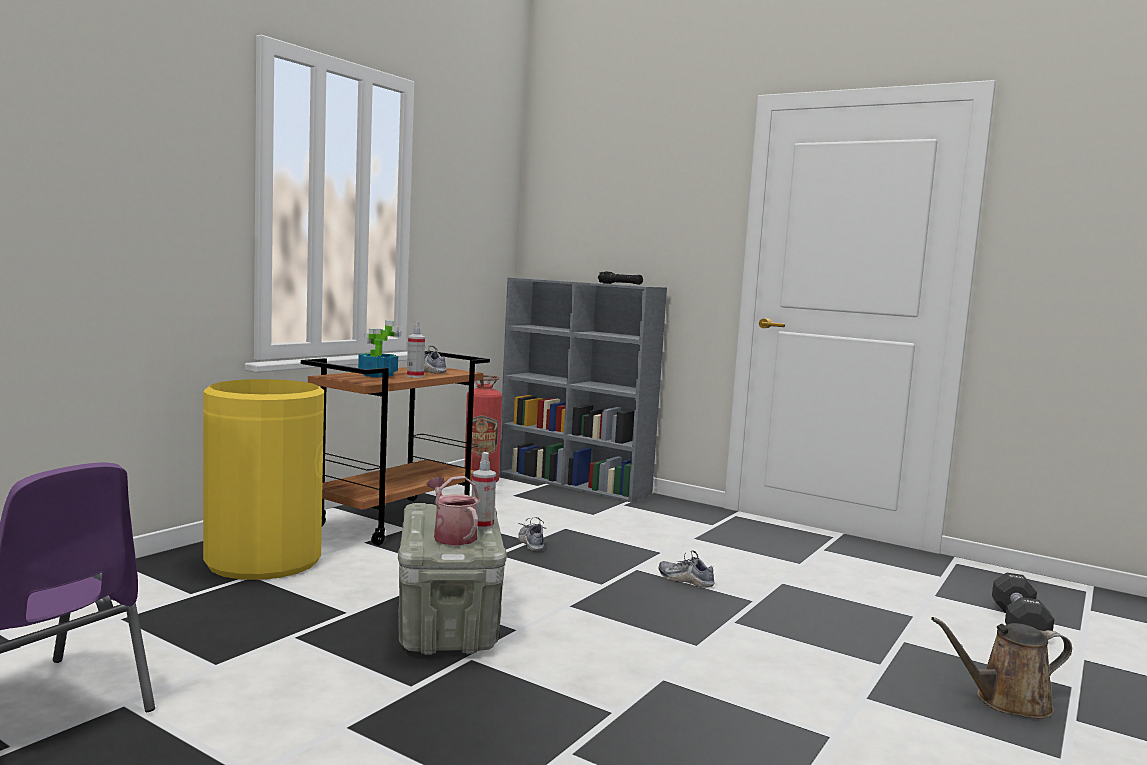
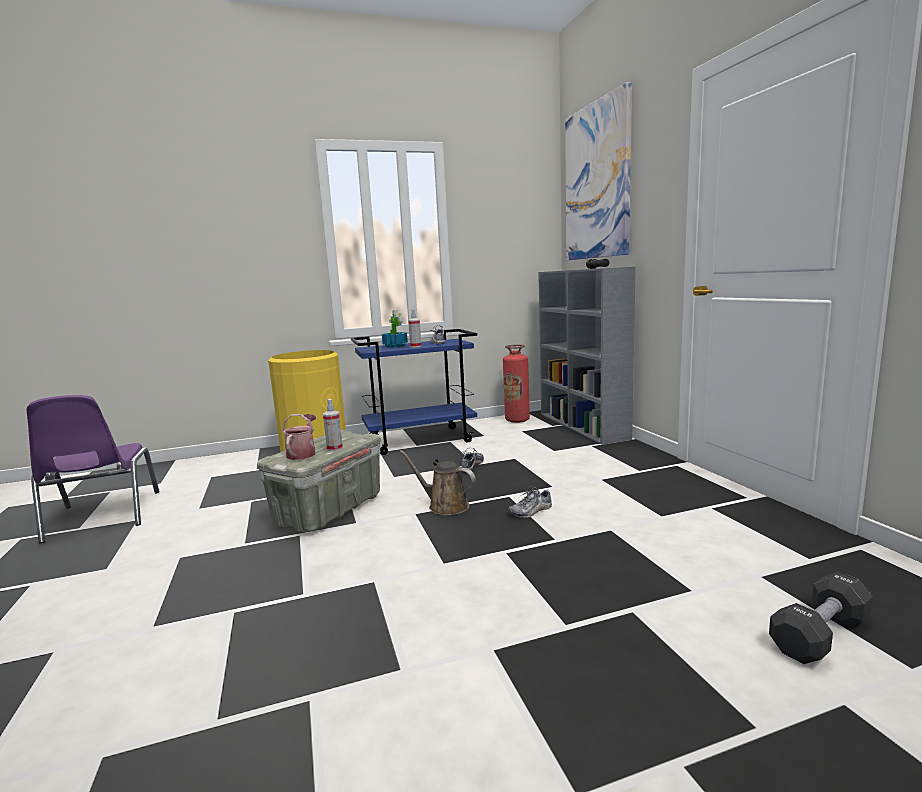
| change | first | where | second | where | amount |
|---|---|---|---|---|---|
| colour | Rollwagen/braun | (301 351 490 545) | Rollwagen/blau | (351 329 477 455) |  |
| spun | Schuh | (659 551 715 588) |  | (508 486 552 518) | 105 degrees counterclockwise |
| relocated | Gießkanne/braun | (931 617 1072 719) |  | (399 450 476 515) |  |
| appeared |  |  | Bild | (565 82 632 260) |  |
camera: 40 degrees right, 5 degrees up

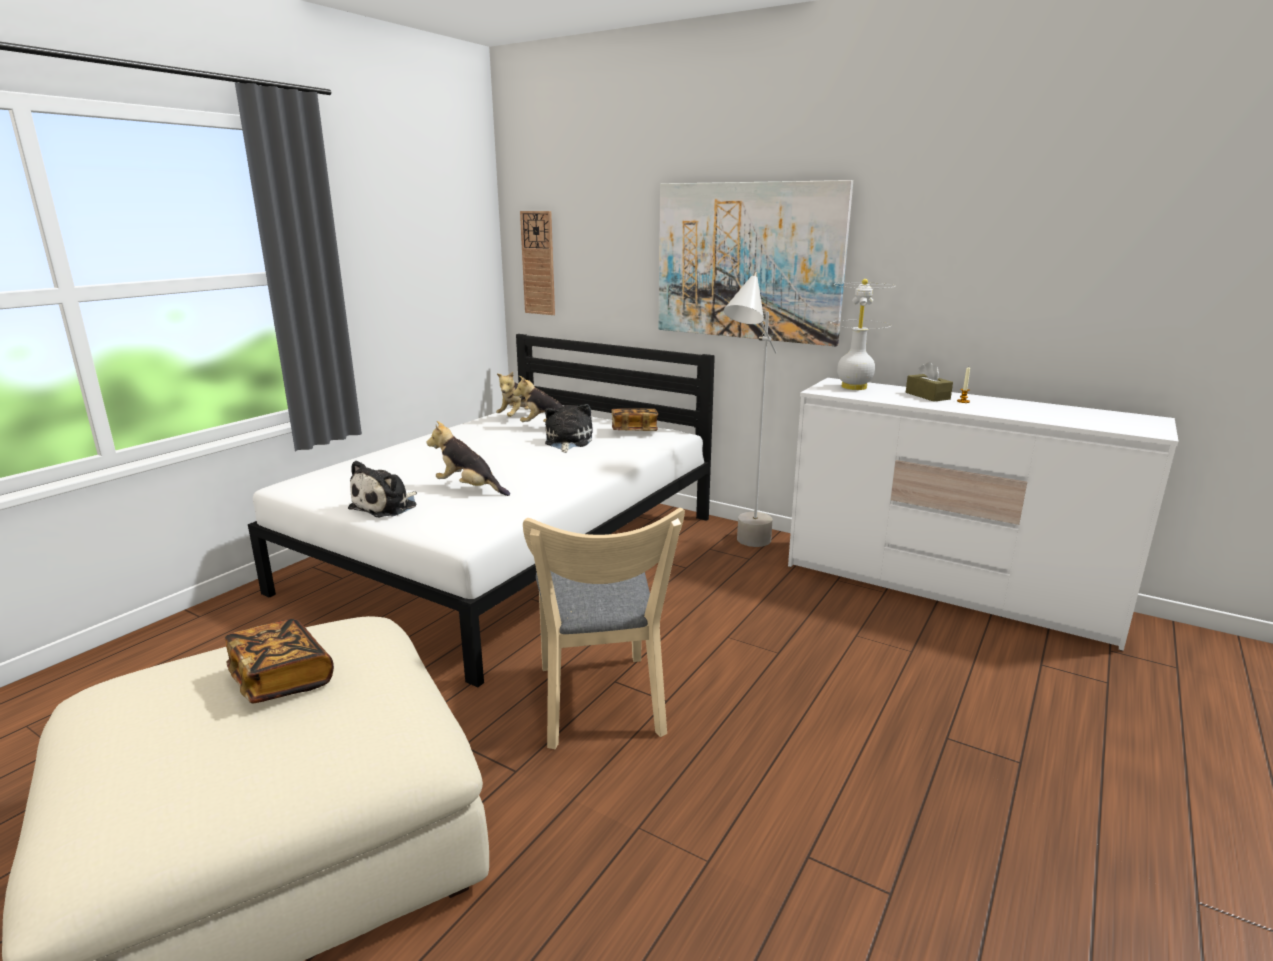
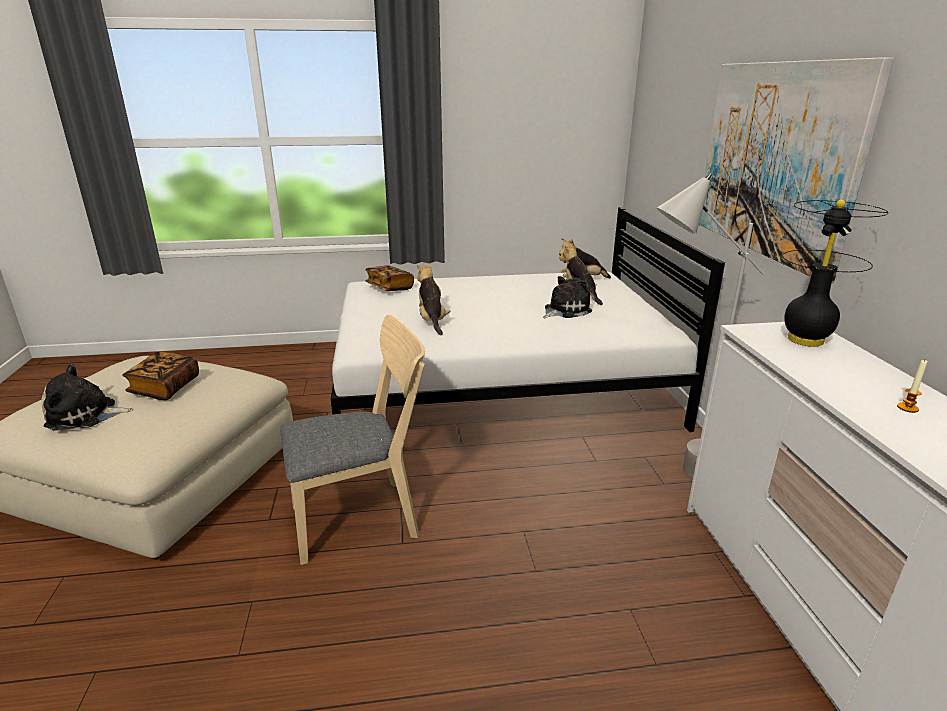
| change | first | where | second | where | amount |
|---|---|---|---|---|---|
| relocated | Plüschtier | (348 460 417 517) |  | (41 364 134 431) |  |
| missing | Wanduhr | (520 211 555 315) |  |  |  |
| spun | Stuhl/beige | (523 508 685 749) |  | (280 315 425 565) | 150 degrees counterclockwise |
| relocated | Buch | (611 408 658 431) |  | (365 265 414 291) |  |
| colour | Tischlampe/weiß | (830 279 896 390) | Tischlampe/schwarz | (782 200 888 347) |  |
| missing | Taschentuchbox/braun | (906 362 953 402) |  |  |  |
camera: 50 degrees right, 5 degrees up

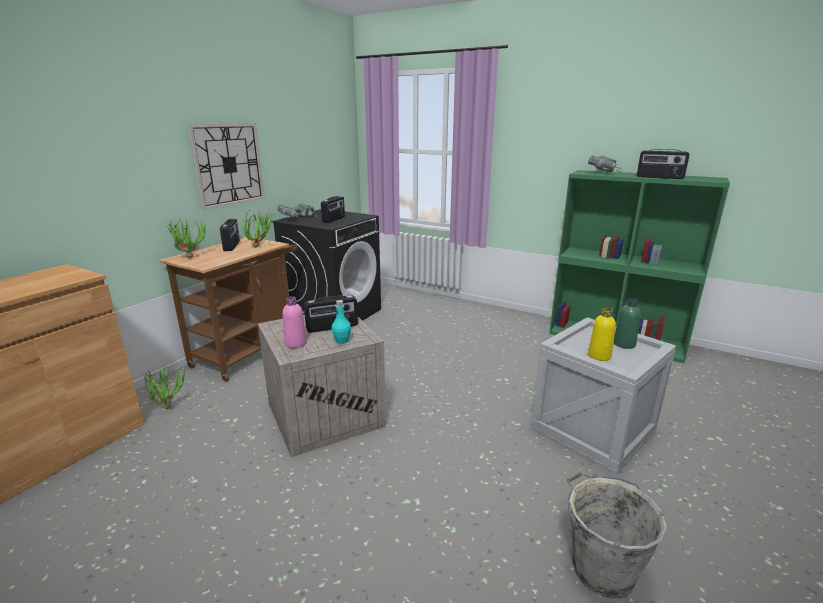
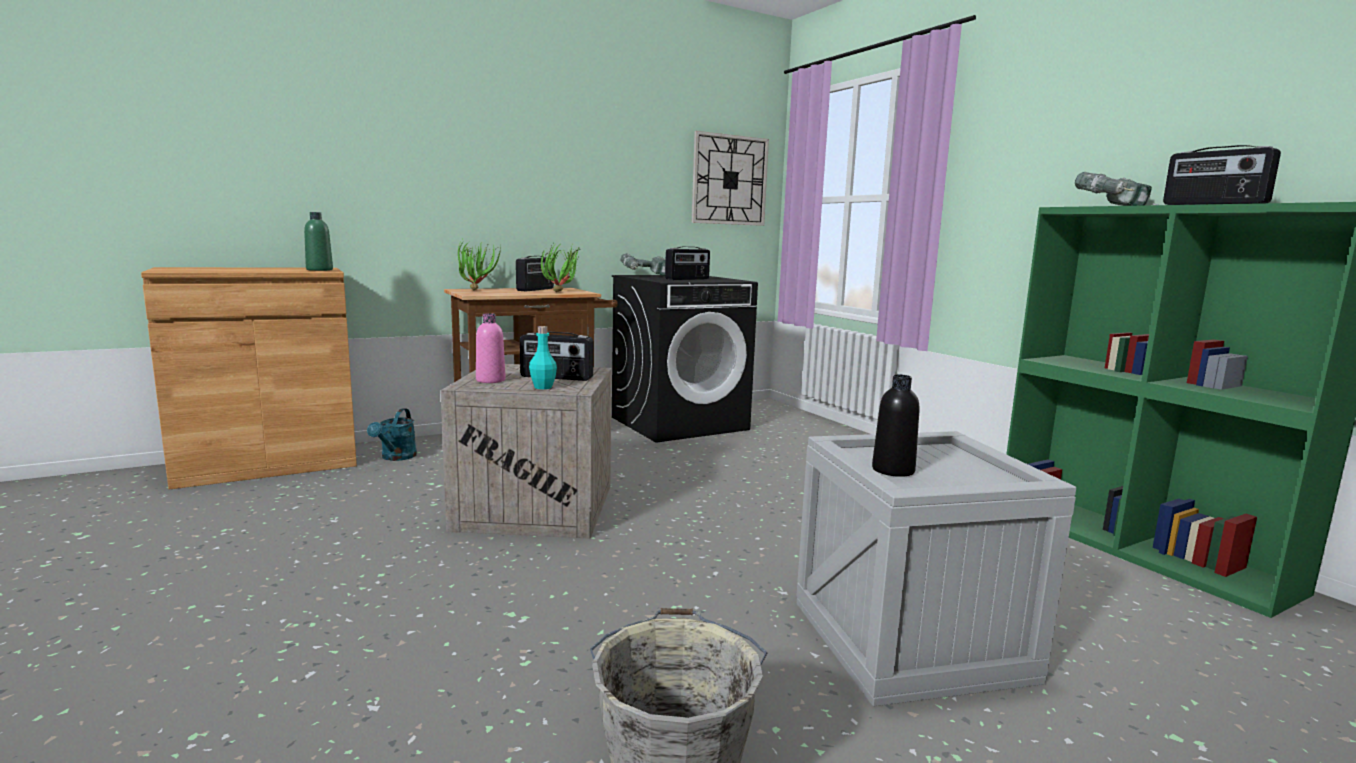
| change | first | where | second | where | amount |
|---|---|---|---|---|---|
| exchanged | Topfpflanze | (143 365 185 409) | Gießkanne/türkis | (367 408 417 461) |  |
| relocated | Wanduhr | (187 123 265 210) |  | (692 131 769 226) |  |
| colour | Flasche/gelb | (588 308 616 361) | Flasche/schwarz | (872 374 919 477) |  |
| relocated | Flasche/grün | (614 298 641 349) |  | (304 212 333 271) |  |
camera: 30 degrees right, 10 degrees down

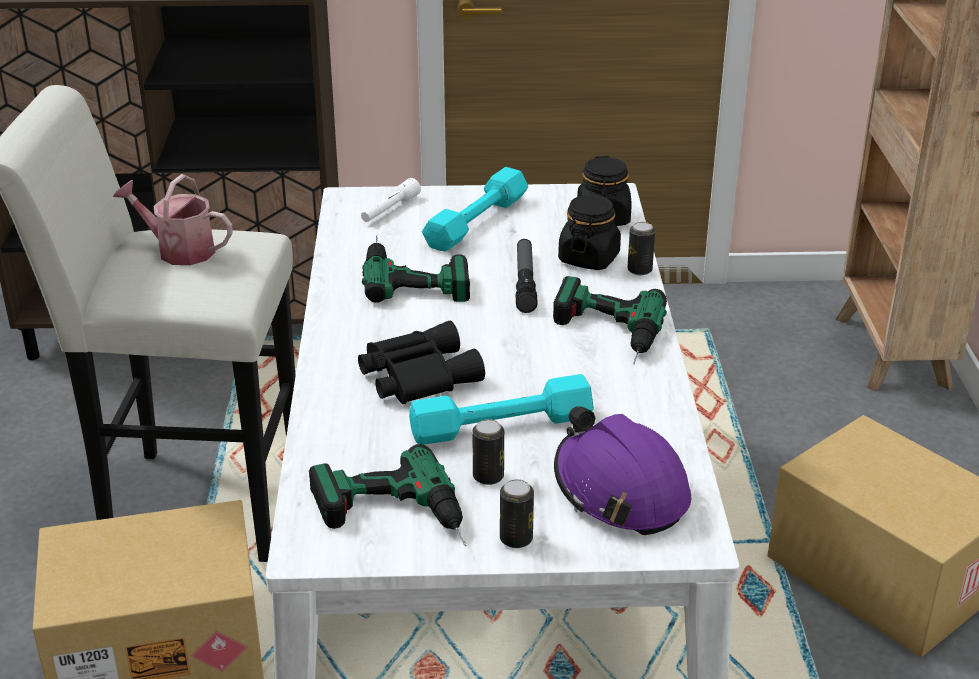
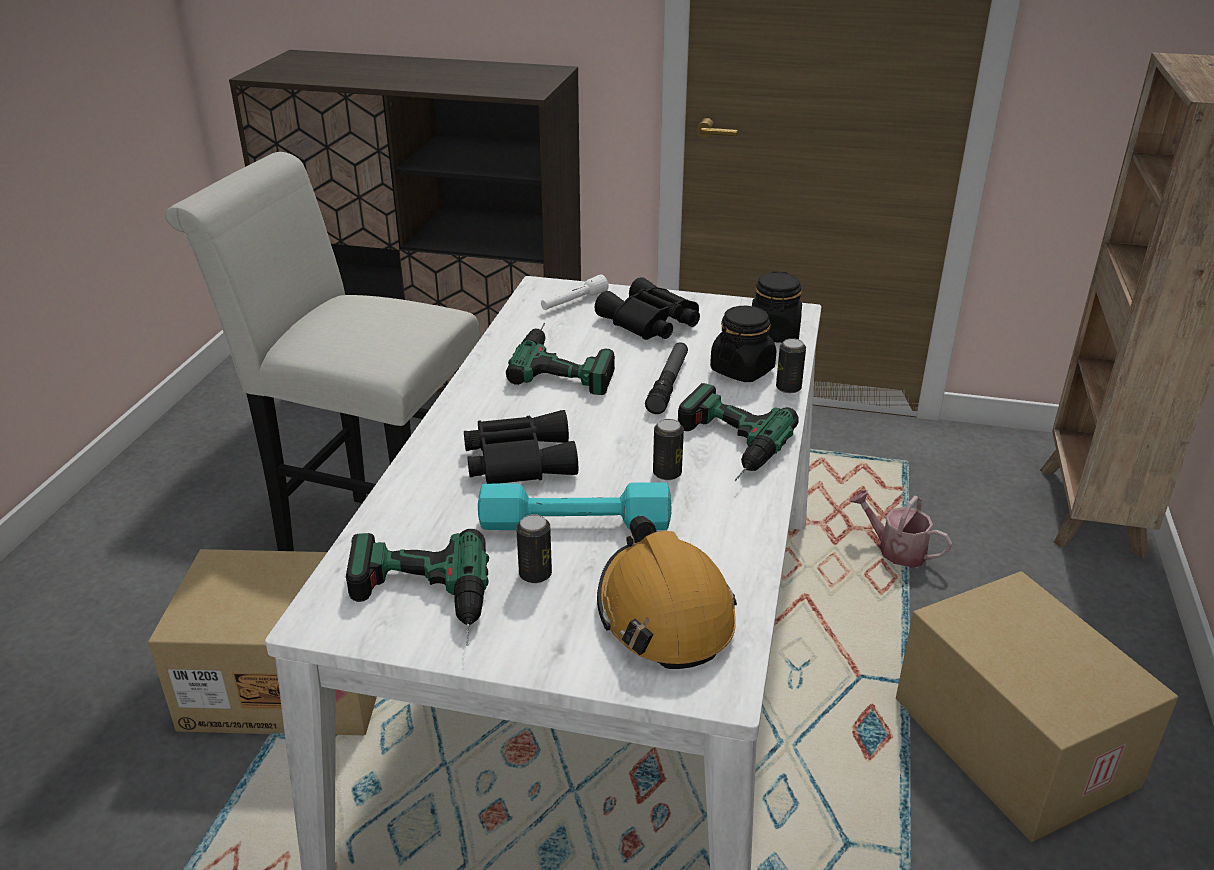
| change | first | where | second | where | amount |
|---|---|---|---|---|---|
| relocated | Gießkanne | (113 174 233 265) |  | (850 490 952 568) |  |
| exchanged | Hantel/türkis | (422 167 529 251) | Fernglas/schwarz | (594 277 700 340) |  |
| relocated | Dose | (500 479 534 548) |  | (653 419 684 480) |  |
| colour | Schutzhelm/lila | (554 406 691 535) | Schutzhelm/orange | (597 516 737 669) |  |
camera: 15 degrees right, 0 degrees up

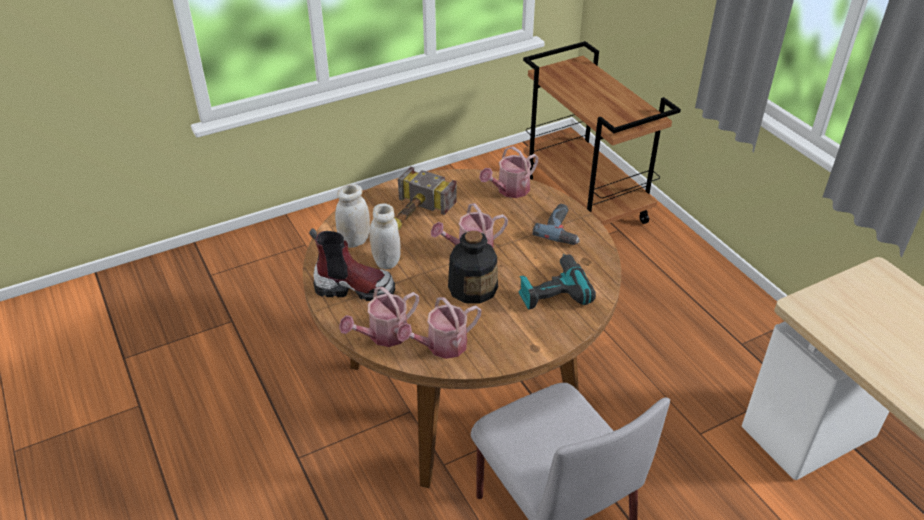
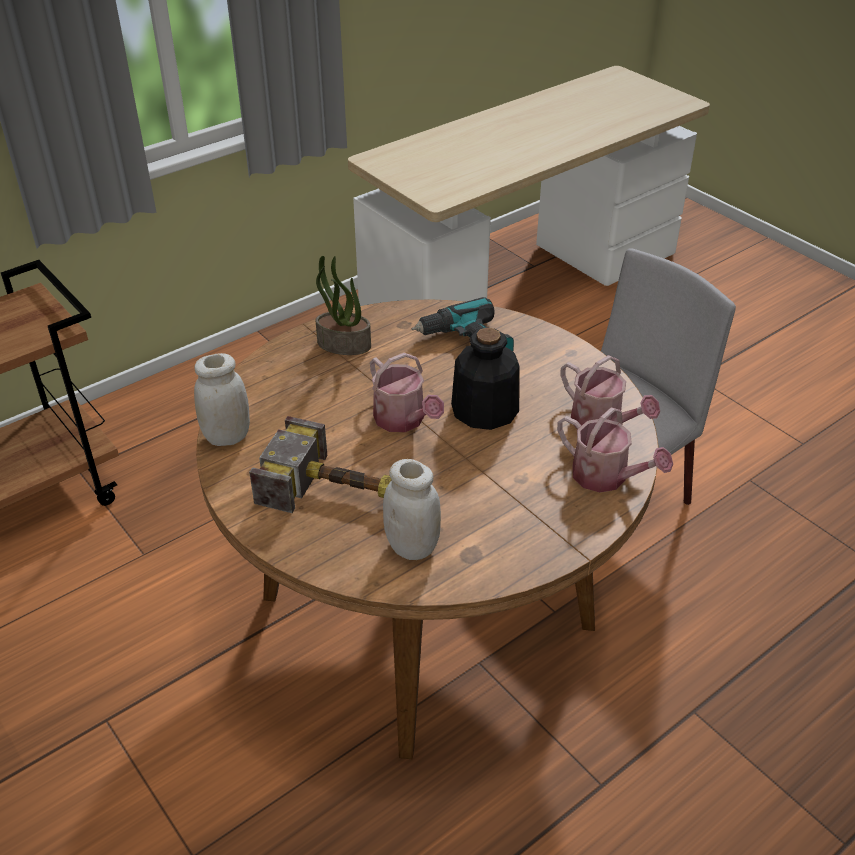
| change | first | where | second | where | amount |
|---|---|---|---|---|---|
| missing | Stiefel | (309 228 395 301) |  |  |  |
| relocated | Vorratsglas/weiß | (370 203 401 269) |  | (194 353 250 446) |  |
| missing | Gießkanne | (479 146 539 198) |  |  |  |
| exchanged | Bohrmaschine | (533 204 580 245) | Topfpflanze | (316 256 371 355) |  |
camera: 100 degrees left, 0 degrees up

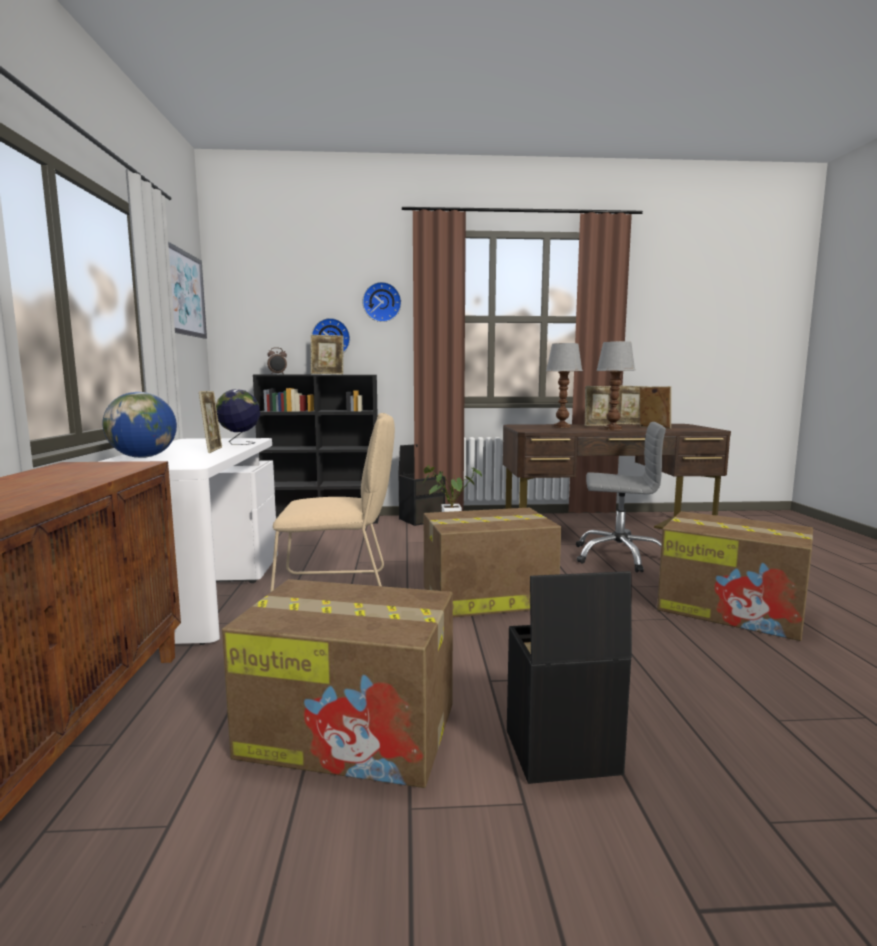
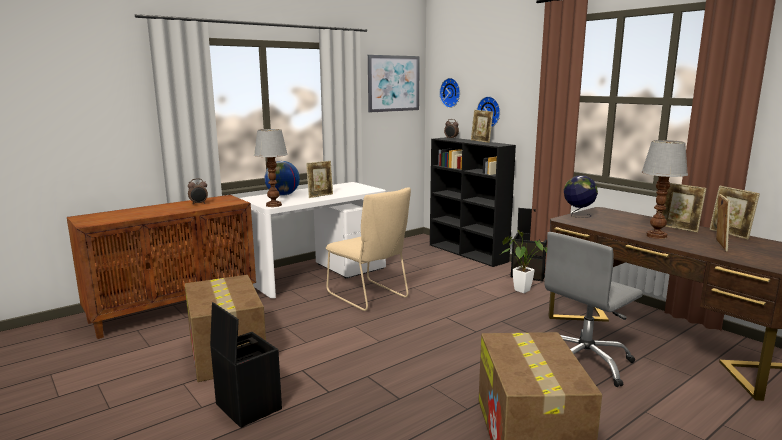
| change | first | where | second | where | amount |
|---|---|---|---|---|---|
| relocated | Globus | (216 389 260 445) |  | (564 175 598 218) |  |
| relocated | Wanduhr | (362 282 402 322) |  | (440 78 460 108) |  |
| missing | Karton | (424 508 561 618) |  |  |  |
| relocated | Tischlampe | (546 343 583 428) |  | (254 129 288 207) |  |
| spun | Bürostuhl/grau | (576 422 666 573) |  | (544 232 643 387) | 75 degrees clockwise |
| appeared |  |  | Wecker | (188 178 208 205) |  |
camera: 55 degrees right, 5 degrees up

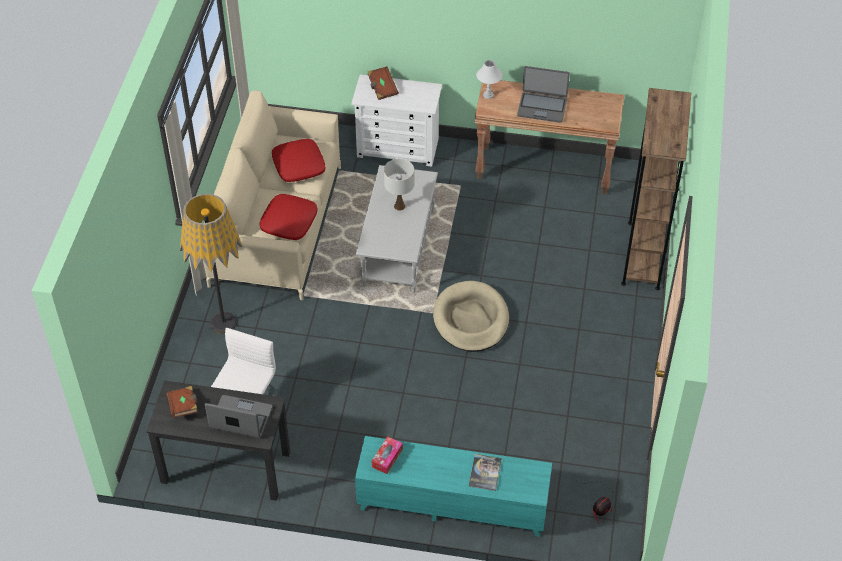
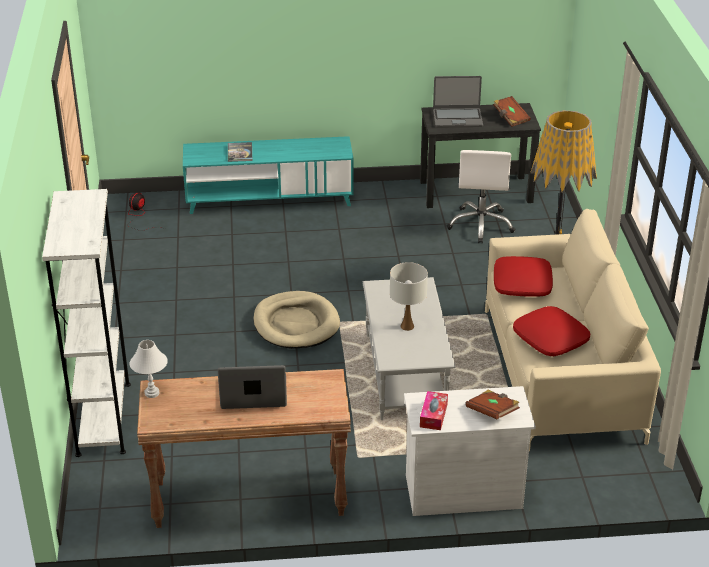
| change | first | where | second | where | amount |
|---|---|---|---|---|---|
| relocated | Taschentuchbox | (372 436 403 474) |  | (420 391 448 430) |  |
| relocated | Tischlampe/weiß | (476 60 502 99) |  | (130 340 168 398) |  |
| colour | Bücherregal/braun | (621 88 691 290) | Bücherregal/weiß | (42 189 131 457) |  |
camera: 165 degrees right, 15 degrees down

